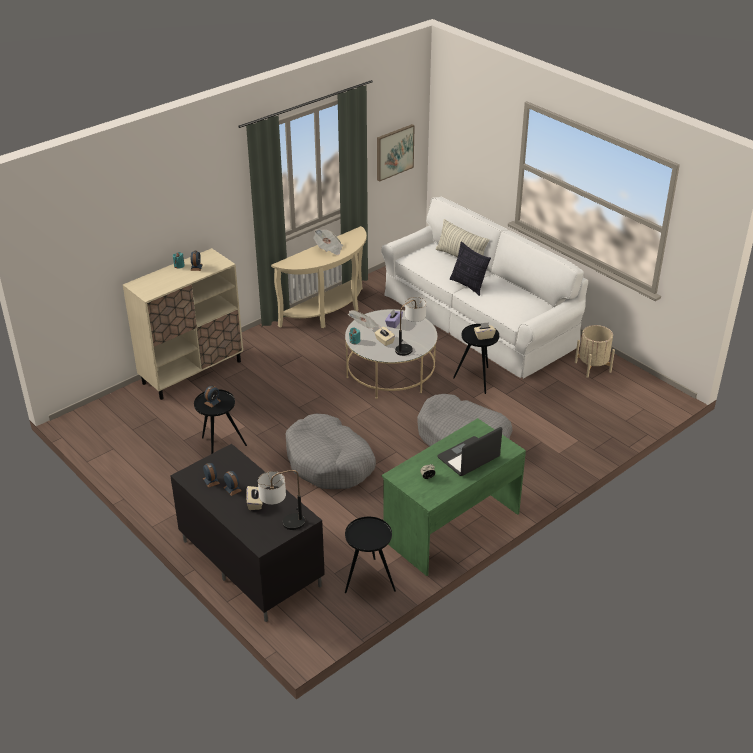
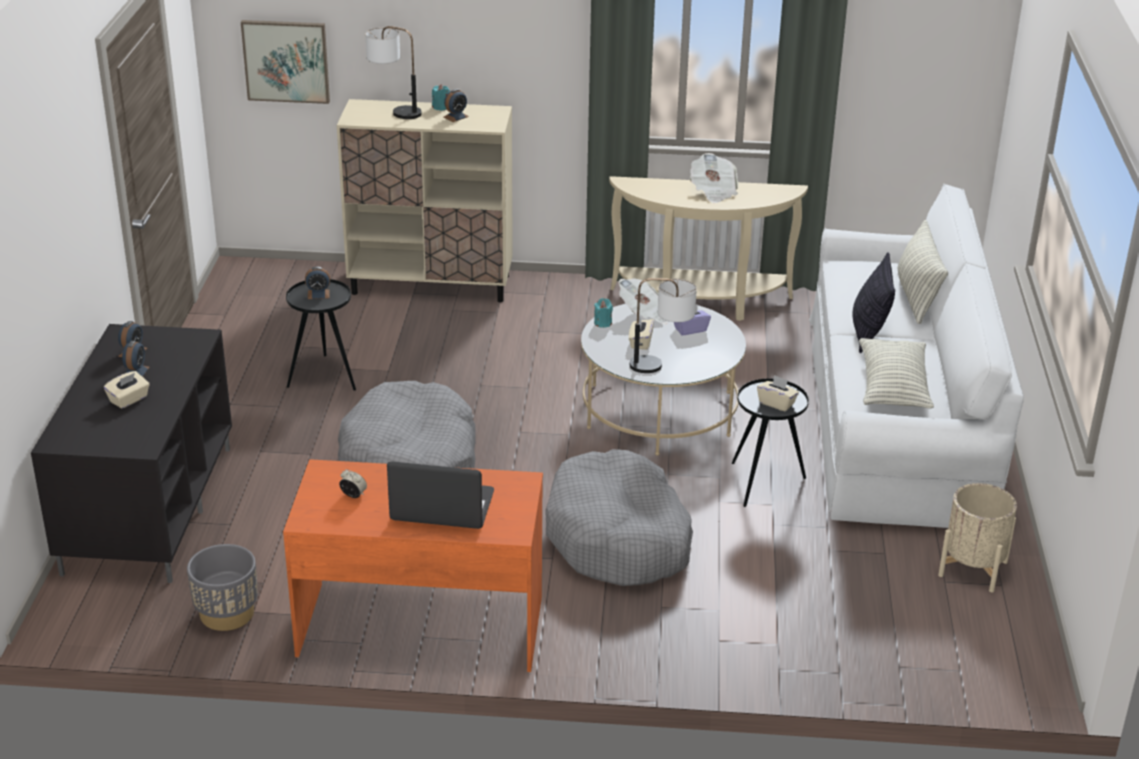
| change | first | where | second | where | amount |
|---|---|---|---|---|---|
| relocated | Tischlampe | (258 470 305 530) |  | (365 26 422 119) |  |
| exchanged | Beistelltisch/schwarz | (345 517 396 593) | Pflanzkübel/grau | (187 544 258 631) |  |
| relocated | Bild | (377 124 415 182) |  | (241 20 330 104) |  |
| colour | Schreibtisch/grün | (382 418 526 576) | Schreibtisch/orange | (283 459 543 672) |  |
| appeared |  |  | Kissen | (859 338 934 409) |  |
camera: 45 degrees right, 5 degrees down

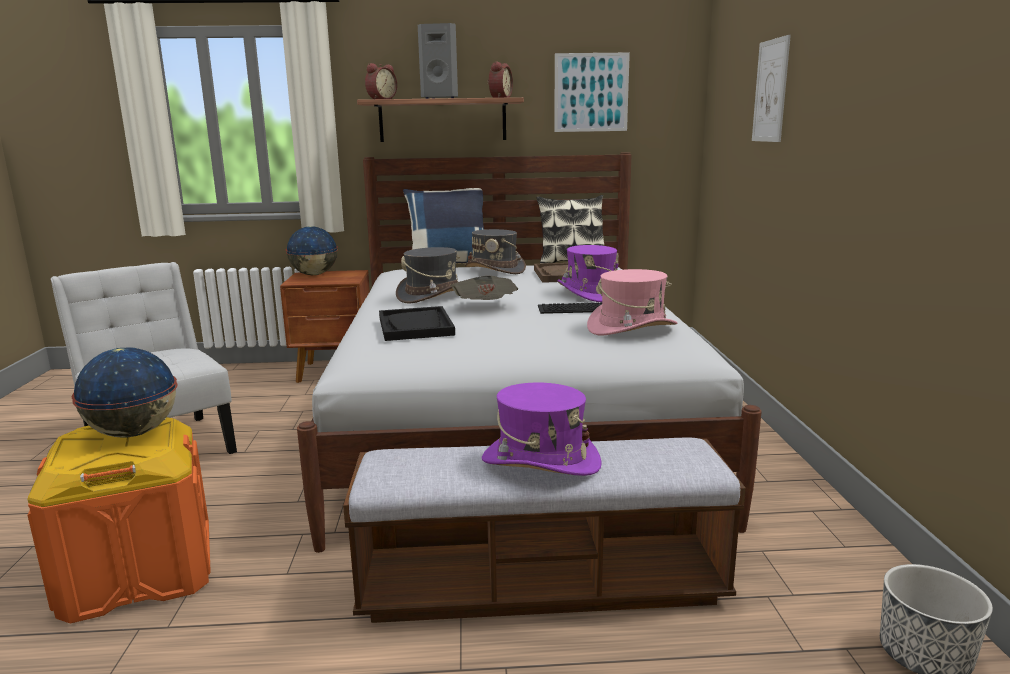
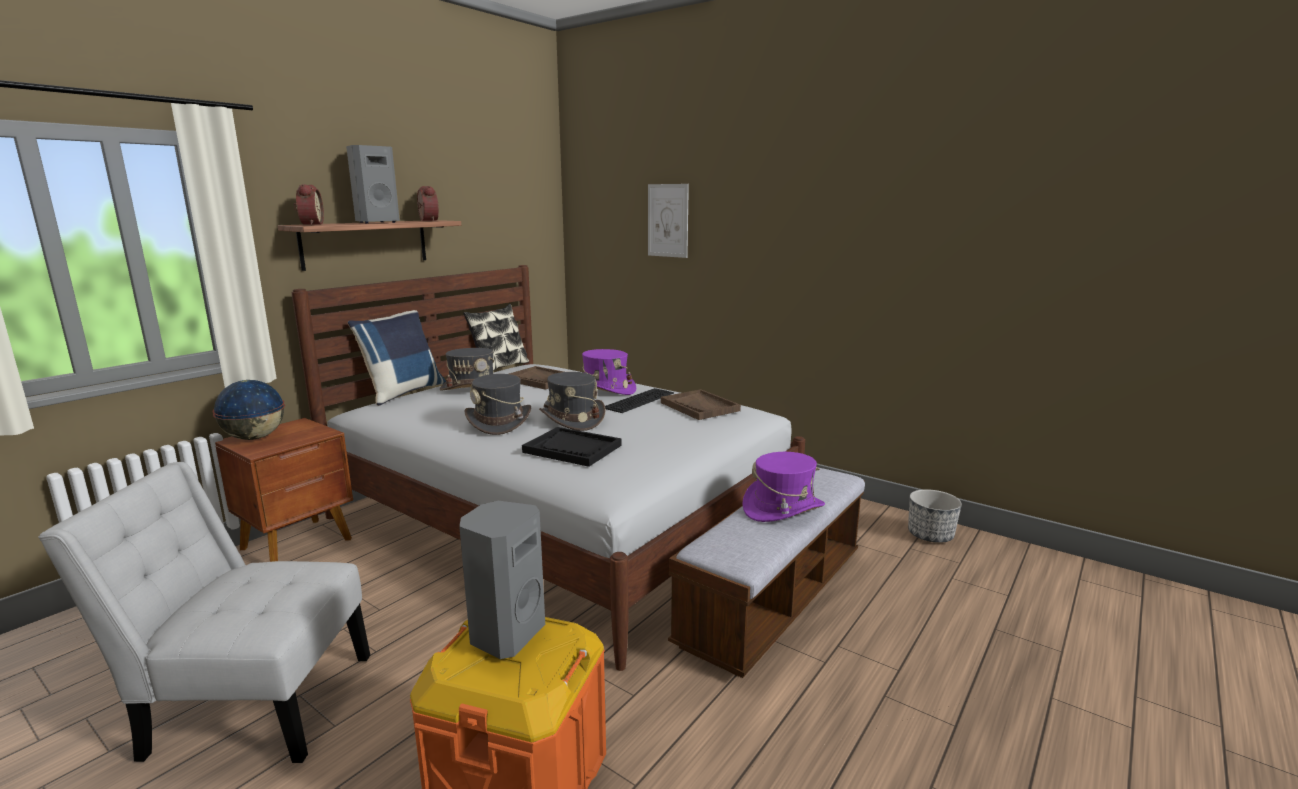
| change | first | where | second | where | amount |
|---|---|---|---|---|---|
| exchanged | Globus | (72 347 177 437) | Lautsprecher/grau | (459 501 545 659) |  |
| exchanged | Zeitung | (450 276 518 300) | Hut/grau | (539 372 605 431) |  |
| missing | Bild | (554 52 630 132) |  |  |  |
| exchanged | Hut/rosa | (587 269 677 335) | Tablett/braun | (661 389 741 420) |  |
camera: 50 degrees left, 0 degrees up

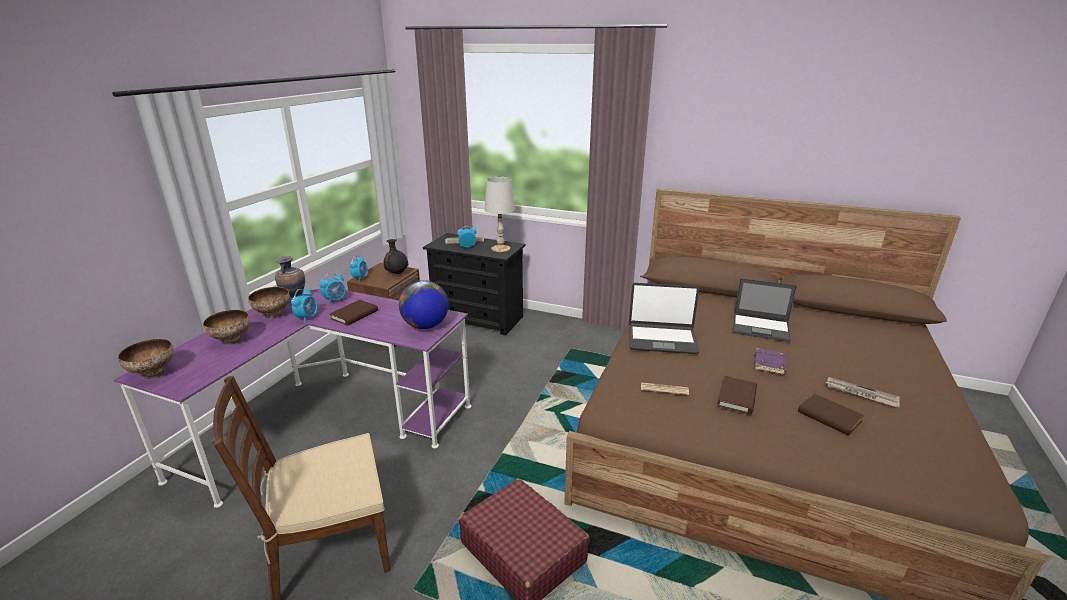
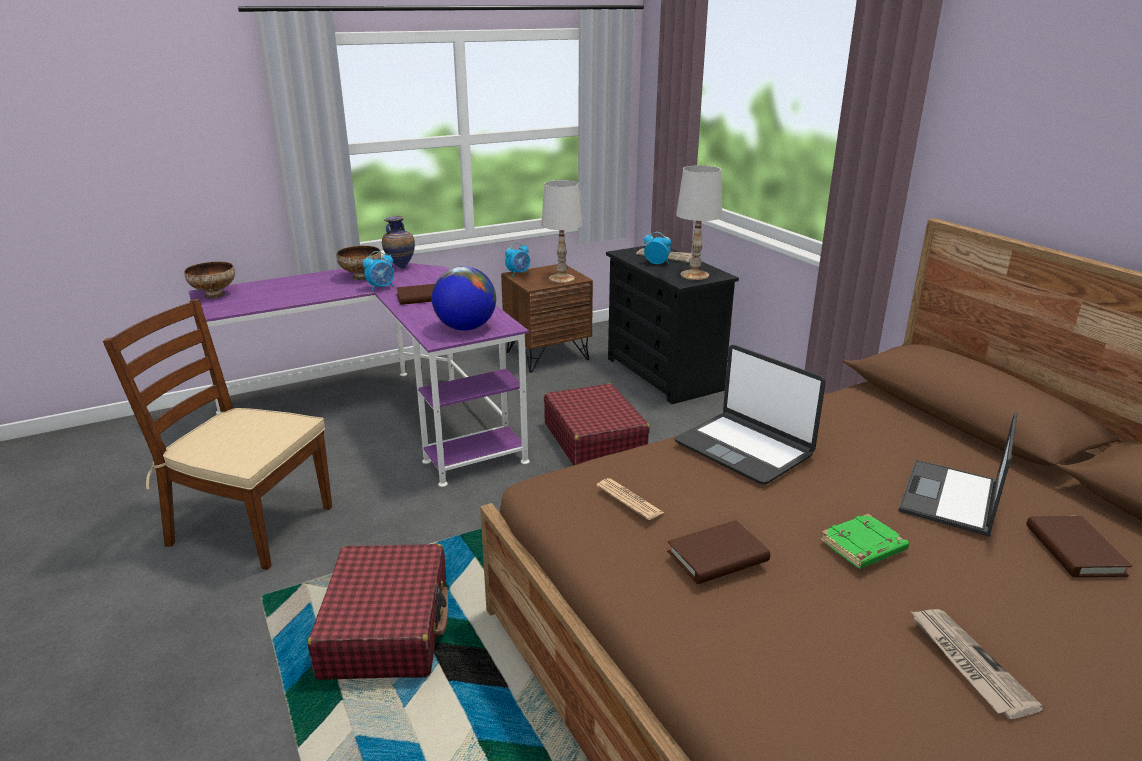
| change | first | where | second | where | amount |
|---|---|---|---|---|---|
| missing | Schüssel | (203 310 250 345) |  |  |  |
| missing | Wecker | (319 273 346 305) |  |  |  |
| exchanged | Vase/schwarz | (384 239 408 274) | Tischlampe/weiß | (541 180 582 283) |  |
| spun | Laptop | (733 278 797 342) |  | (898 412 1017 537) | 60 degrees clockwise |
| colour | Buch/lila | (754 348 786 375) | Buch/grün | (820 514 909 569) |  |
| relocated | Buch/braun | (798 393 864 436) |  | (1026 516 1132 577) |  |
| appeared |  |  | Koffer/rot | (544 383 650 465) |  |
camera: 40 degrees right, 0 degrees up

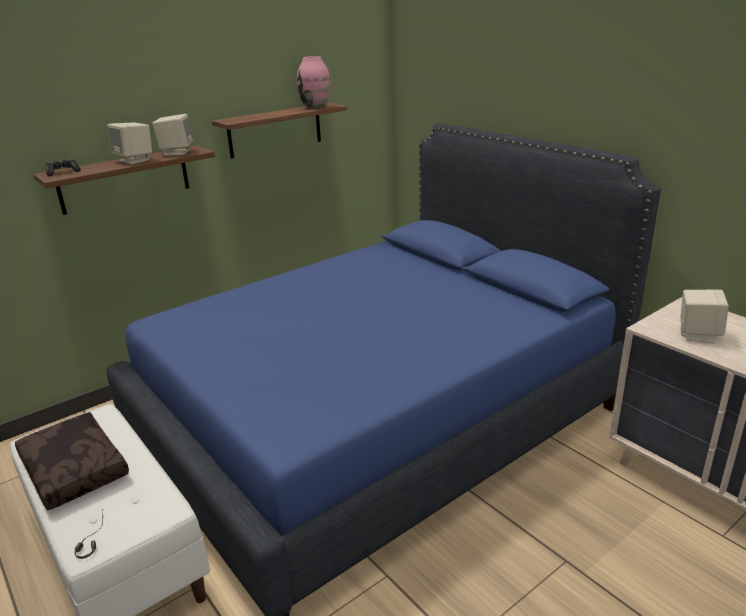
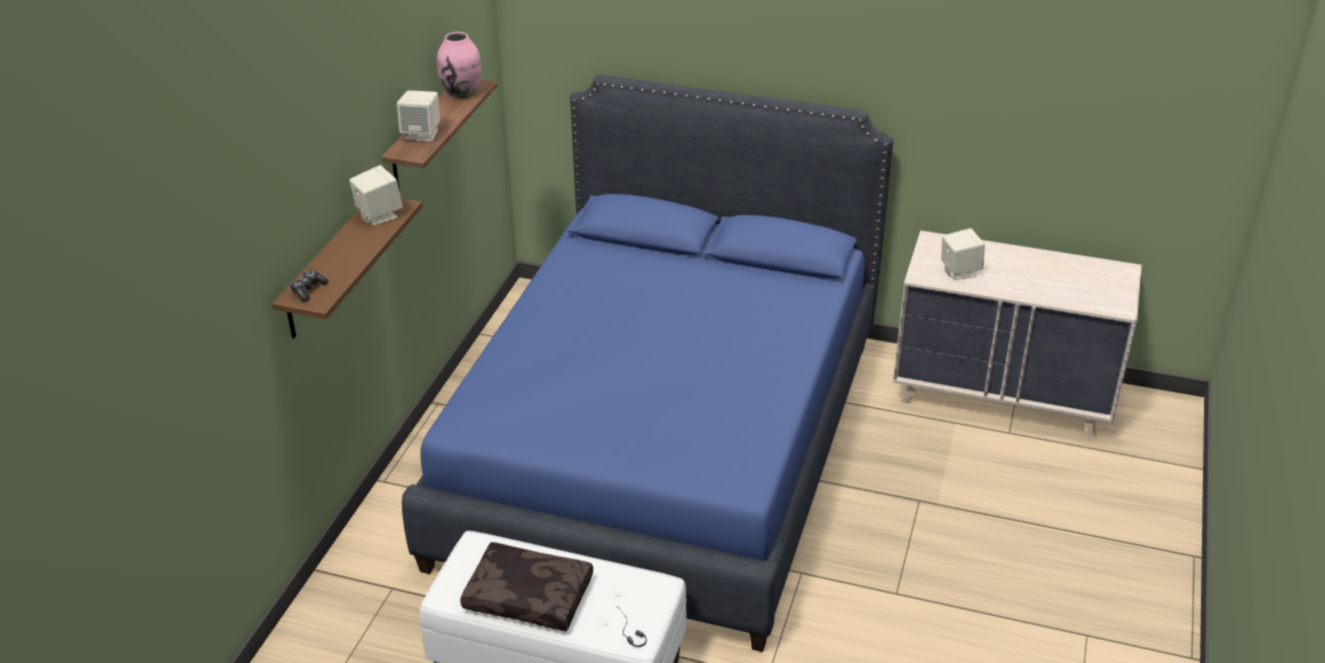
| change | first | where | second | where | amount |
|---|---|---|---|---|---|
| relocated | Lautsprecher/beige | (107 122 152 164) |  | (397 90 440 142) |  |
camera: 35 degrees left, 10 degrees up

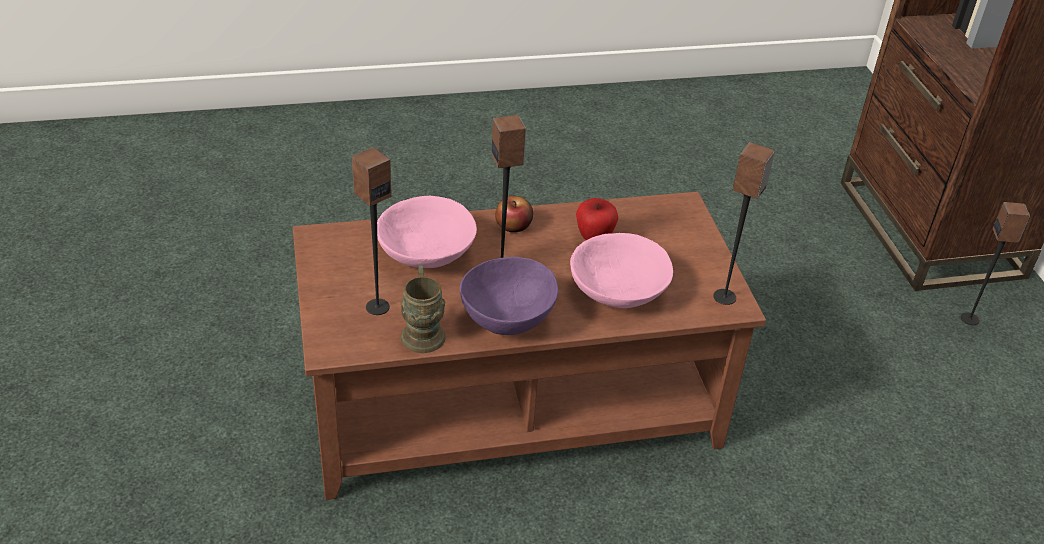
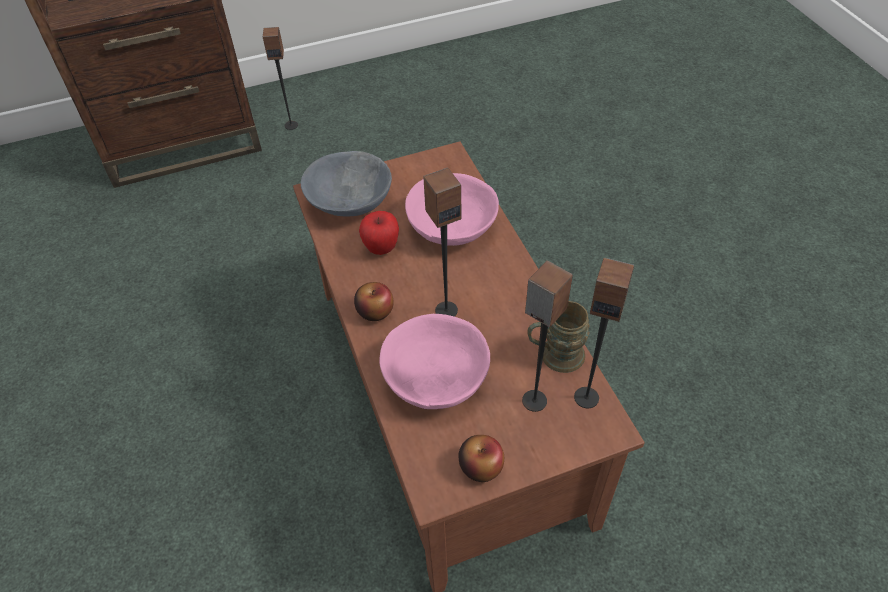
| change | first | where | second | where | amount |
|---|---|---|---|---|---|
| missing | Schüssel/lila | (460 257 558 335) |  |  |  |
| relocated | Lautsprecher | (713 142 775 305) |  | (574 257 634 408) |  |
| appeared |  |  | Schüssel/grau | (301 151 392 217) |  |
| appeared |  |  | Apfel | (458 435 504 482) |  |
camera: 95 degrees left, 10 degrees up

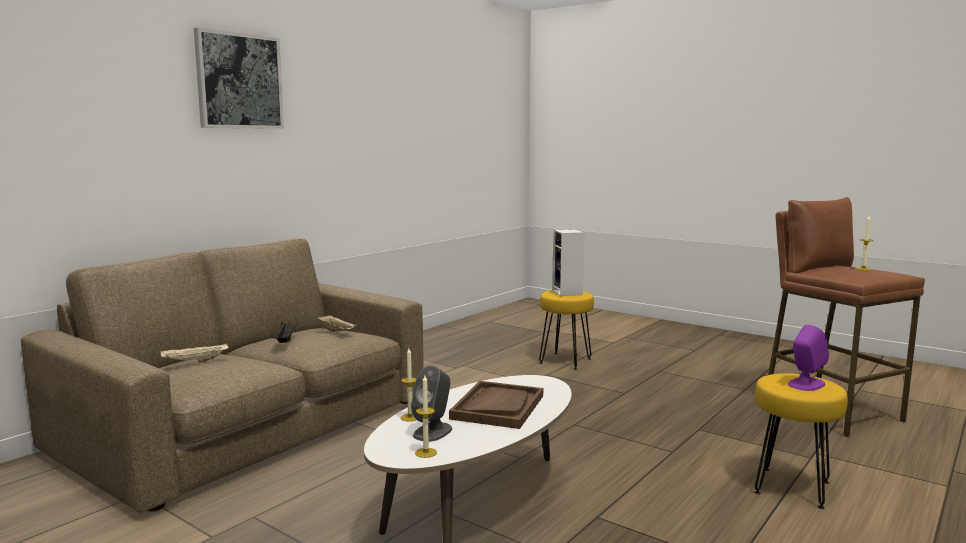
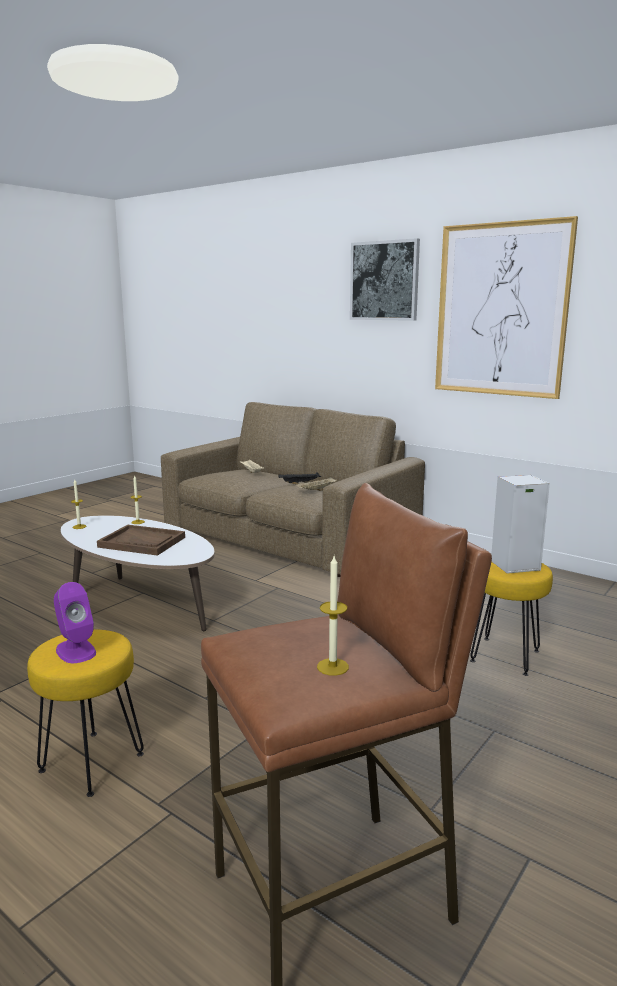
| change | first | where | second | where | amount |
|---|---|---|---|---|---|
| missing | Lautsprecher/grau | (411 366 452 442) |  |  |  |
| appeared |  |  | Bild | (435 216 578 399) |  |
camera: 90 degrees right, 5 degrees up

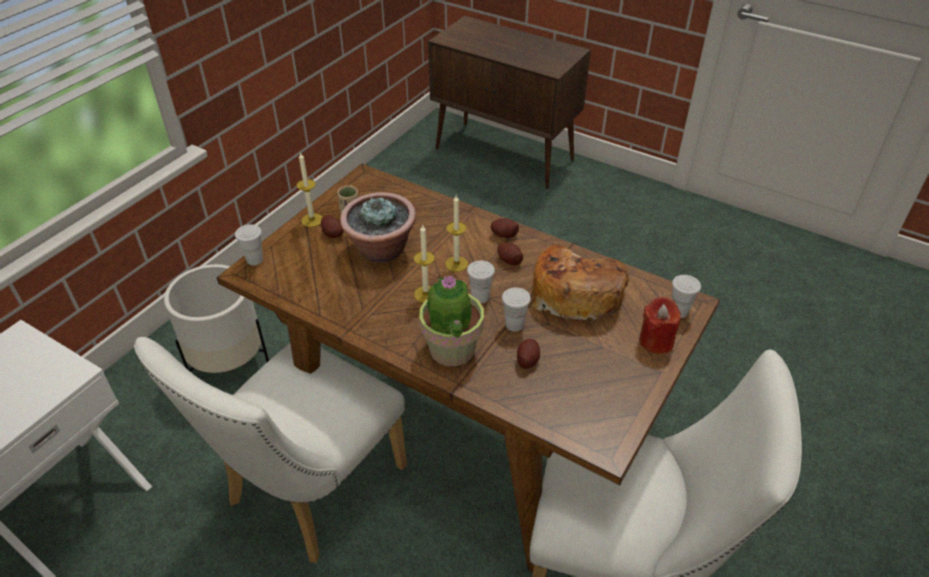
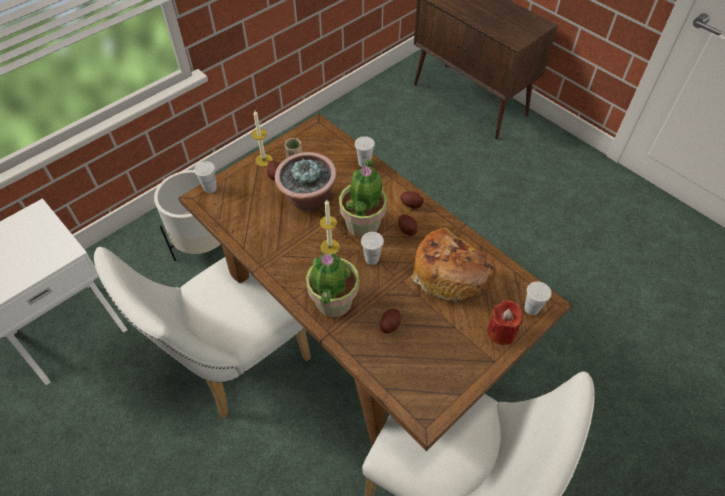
| change | first | where | second | where | amount |
|---|---|---|---|---|---|
| exchanged | Kerze | (445 195 468 272) | Topfpflanze | (339 157 387 238) |  |
| relocated | Tasse/weiß | (502 288 531 332) |  | (355 136 375 167) |  |
camera: 15 degrees right, 10 degrees up

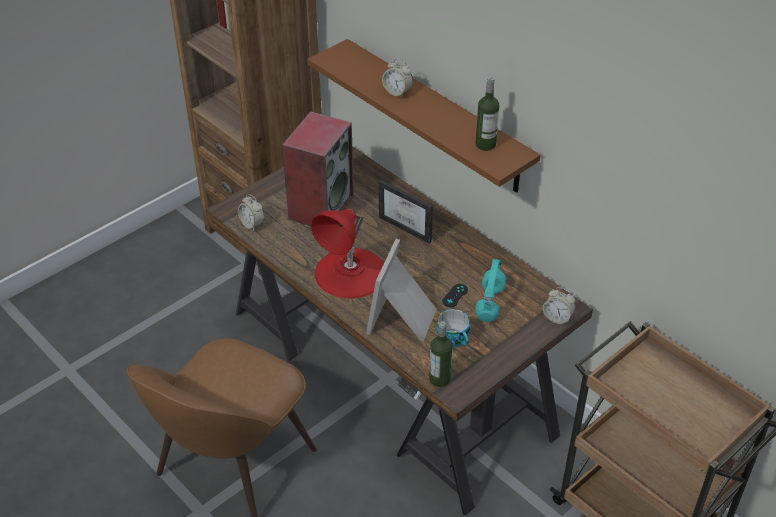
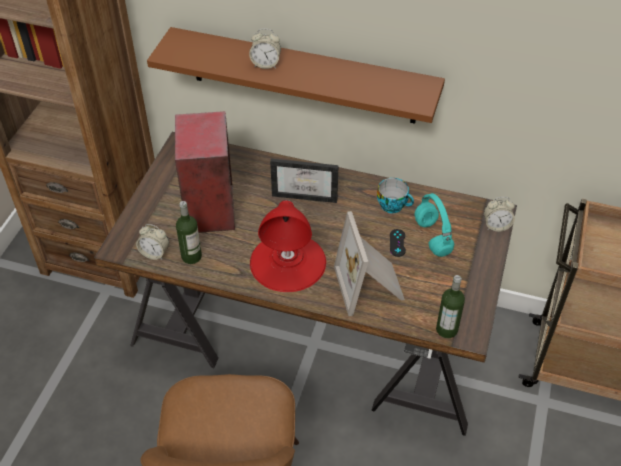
| change | first | where | second | where | amount |
|---|---|---|---|---|---|
| relocated | Tasse | (436 309 470 347) |  | (377 178 414 213) |  |
| relocated | Flasche | (476 77 499 151) |  | (176 201 202 264) |  |
camera: 30 degrees left, 5 degrees up

